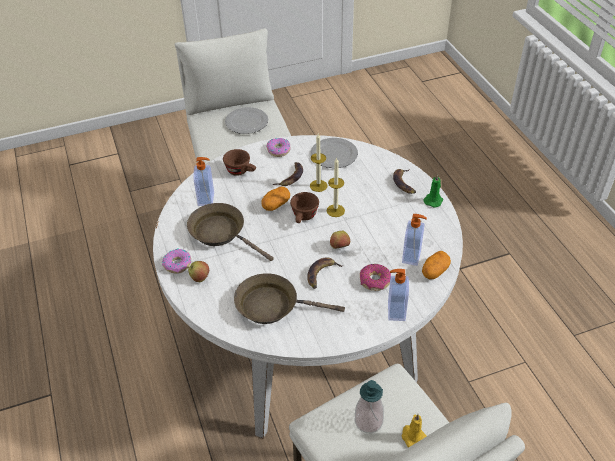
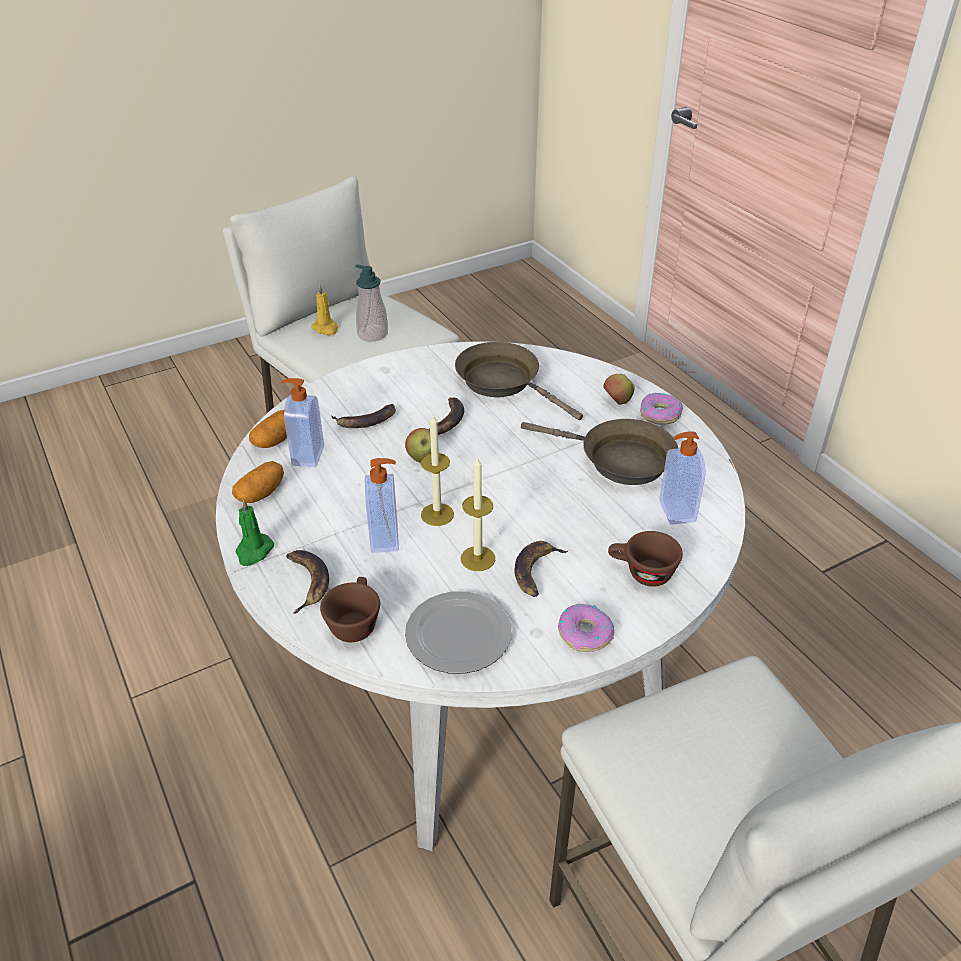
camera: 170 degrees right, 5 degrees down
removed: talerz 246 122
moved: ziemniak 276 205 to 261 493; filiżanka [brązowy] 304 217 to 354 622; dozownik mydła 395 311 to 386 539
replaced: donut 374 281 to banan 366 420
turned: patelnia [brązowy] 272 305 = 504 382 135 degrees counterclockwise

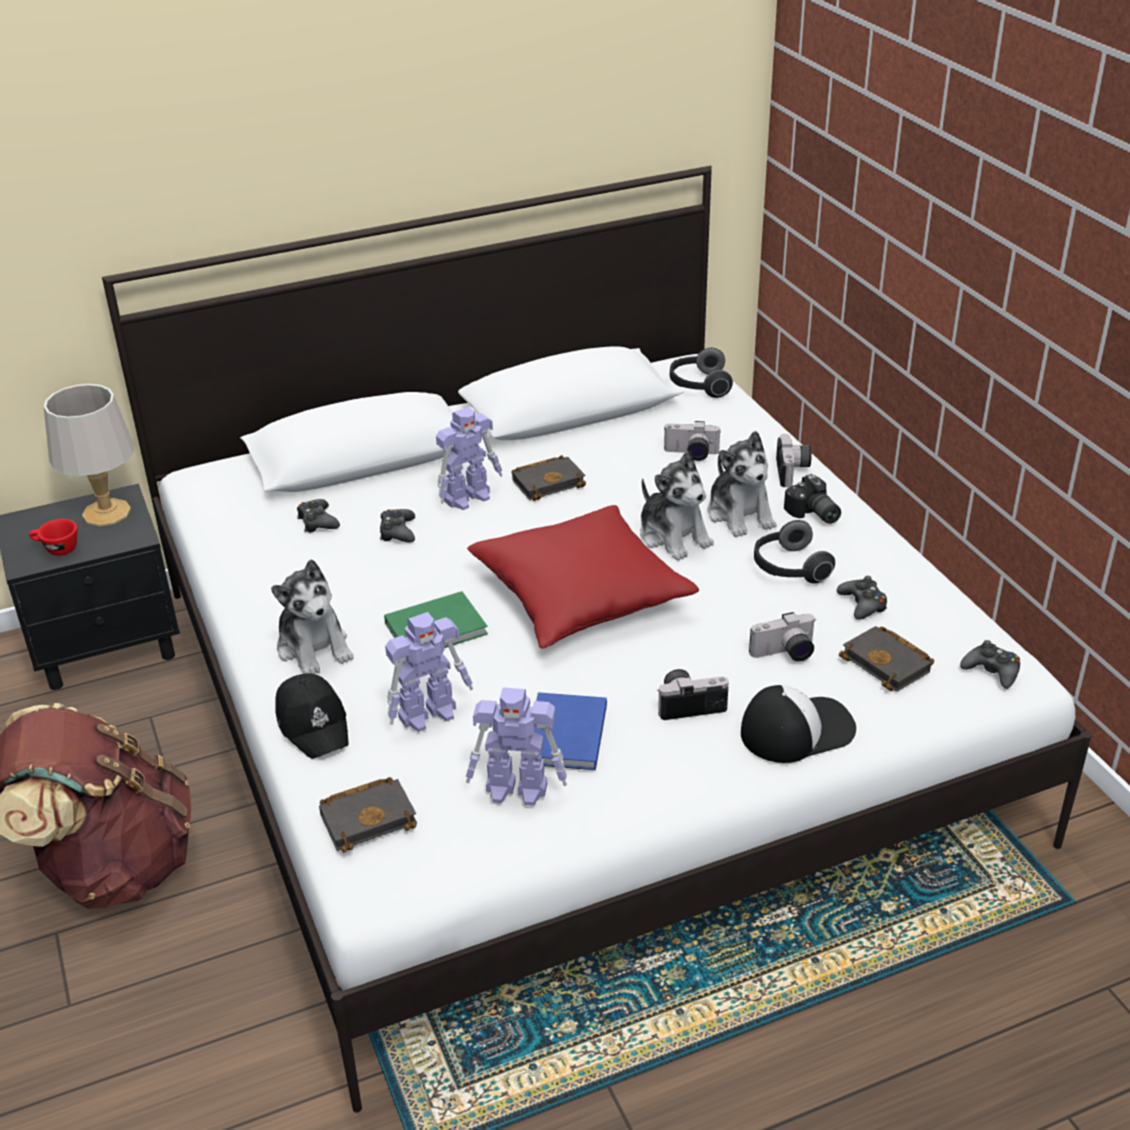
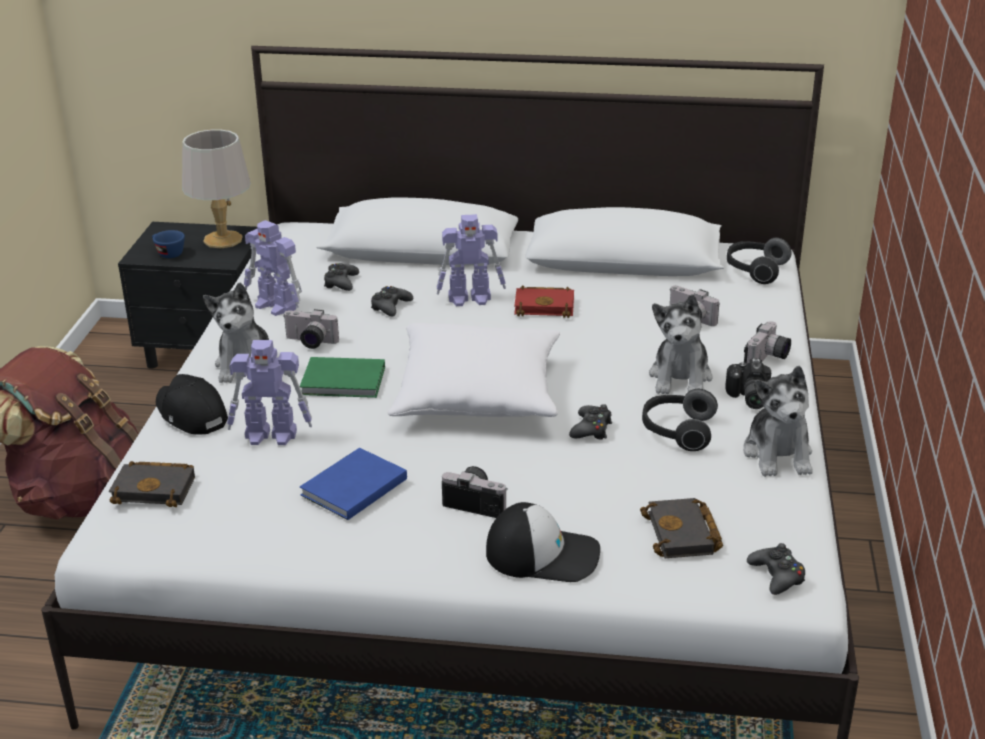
camera: 30 degrees right, 5 degrees down
moved: robot zabawkowy 518 789 to 276 306; pluszak 673 536 to 778 454; aparat fotograficzny 785 654 to 309 342; pad do gier [czarny] 862 604 to 591 429
recoloured: filiżanka [czerwony] 56 549 to filiżanka [niebieski] 167 253; poduszka [czerwony] 581 595 to poduszka [biały] 478 394; książka [czarny] 549 481 to książka [czerwony] 546 306
turned: czapka z daszkiem [czarny] 314 723 = 190 414 135 degrees clockwise

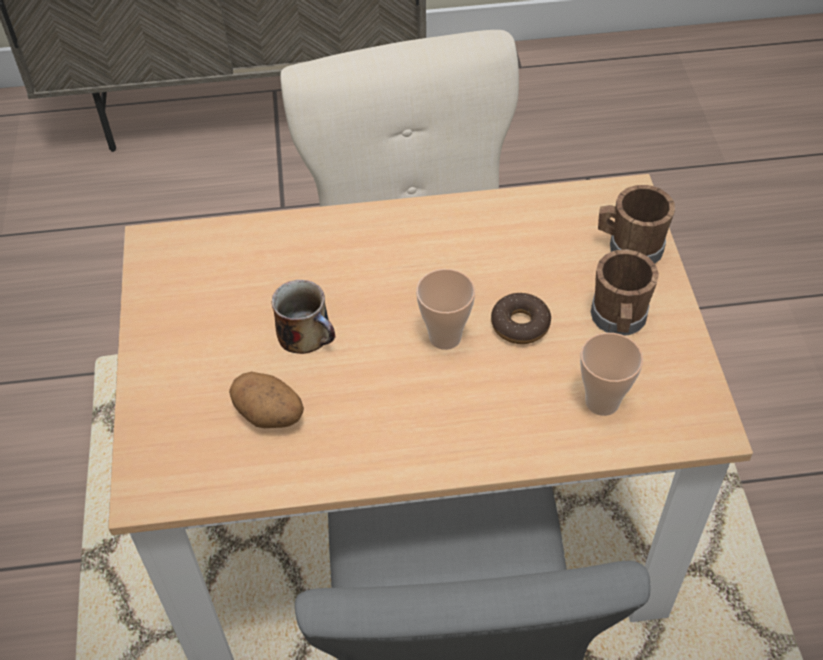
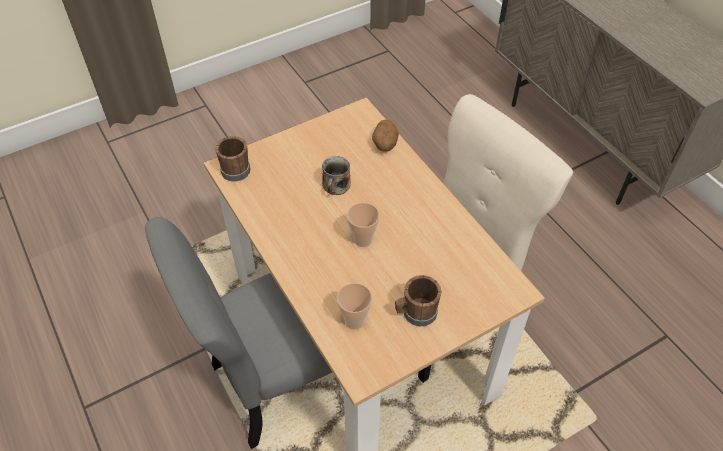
camera: 65 degrees right, 0 degrees up
removed: donut 520 324
moved: ziemniak 270 415 to 385 145; kubek [brązowy] 629 247 to 235 168

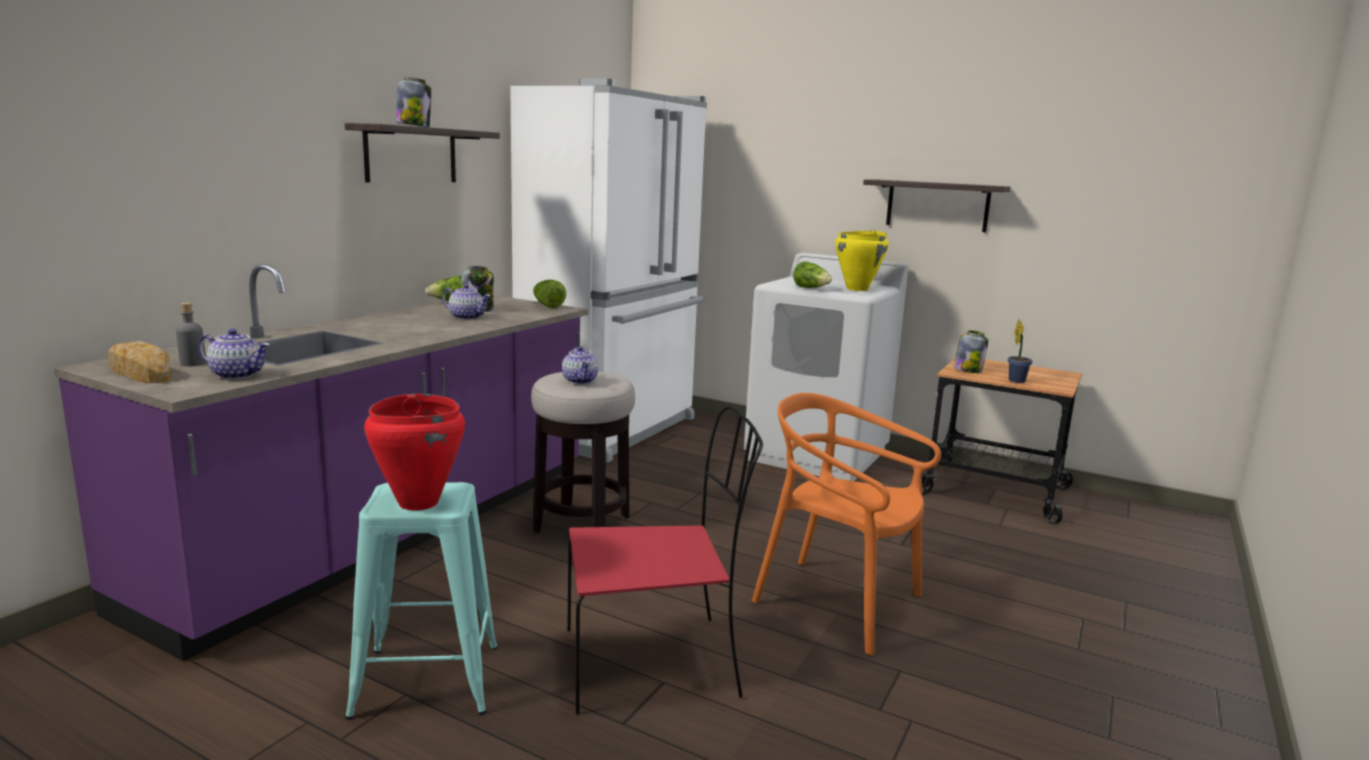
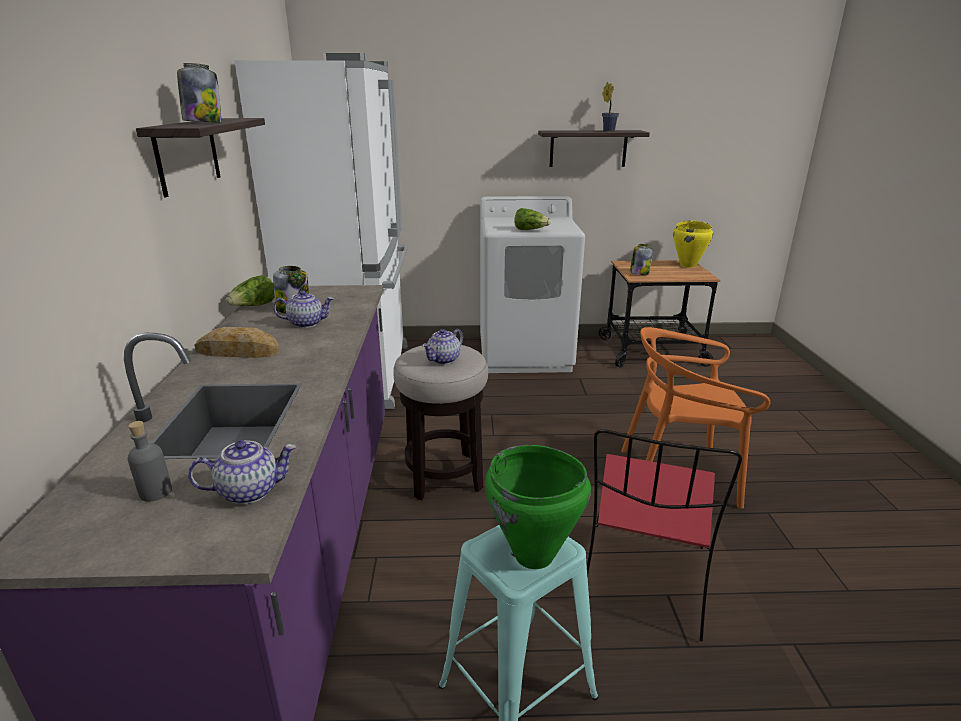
camera: 30 degrees left, 10 degrees up
removed: sałata 547 305
moved: chleb 140 372 to 238 351; garnek [żółty] 857 289 to 688 265; roślina doniczkowa 1016 380 to 608 130
recoloured: garnek [czerwony] 417 503 to garnek [zielony] 534 556
turned: imbryk 580 381 = 444 360 90 degrees clockwise; krzesło [czerwony] 655 662 = 643 580 150 degrees clockwise

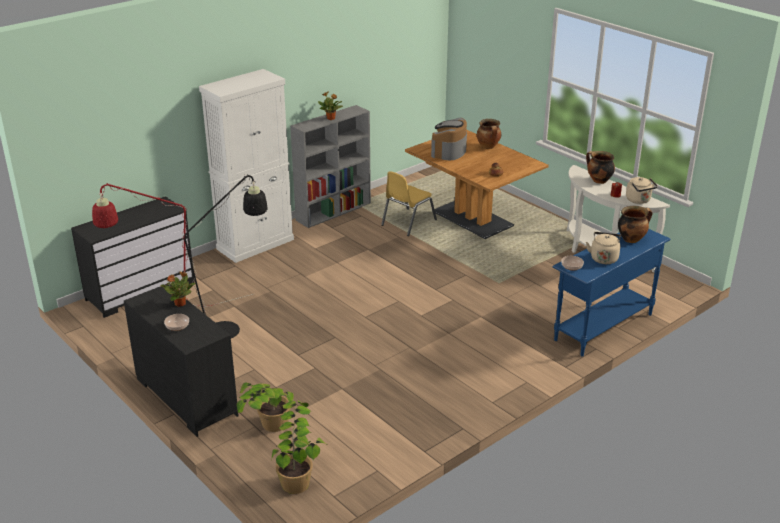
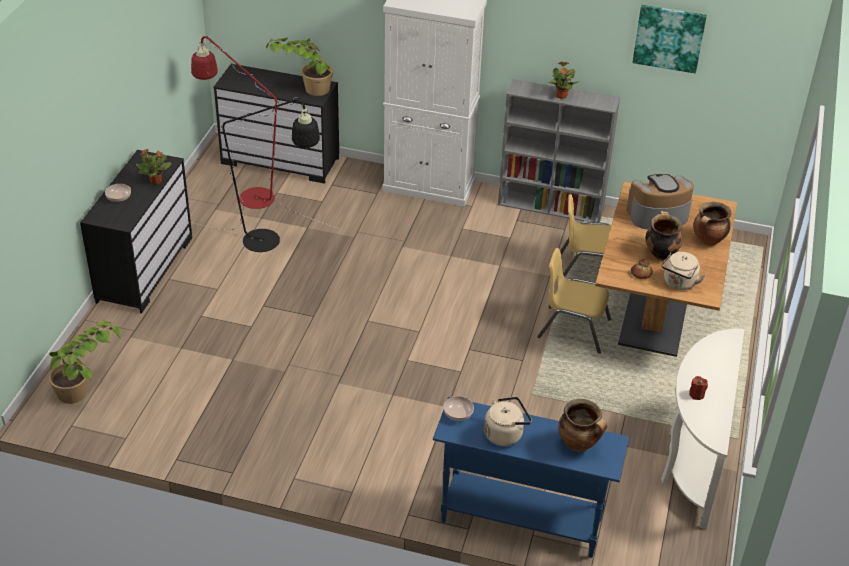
camera: 55 degrees right, 10 degrees up
added: krzesło [żółty] 573 329; obraz 669 38
moved: roślina doniczkowa 266 431 to 304 89; garnek 598 181 to 660 253; czajnik [beżowy] 639 200 to 679 283

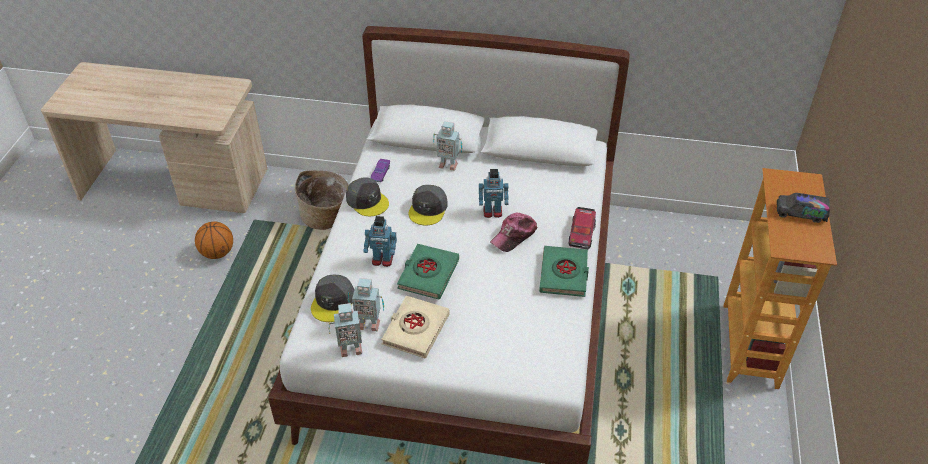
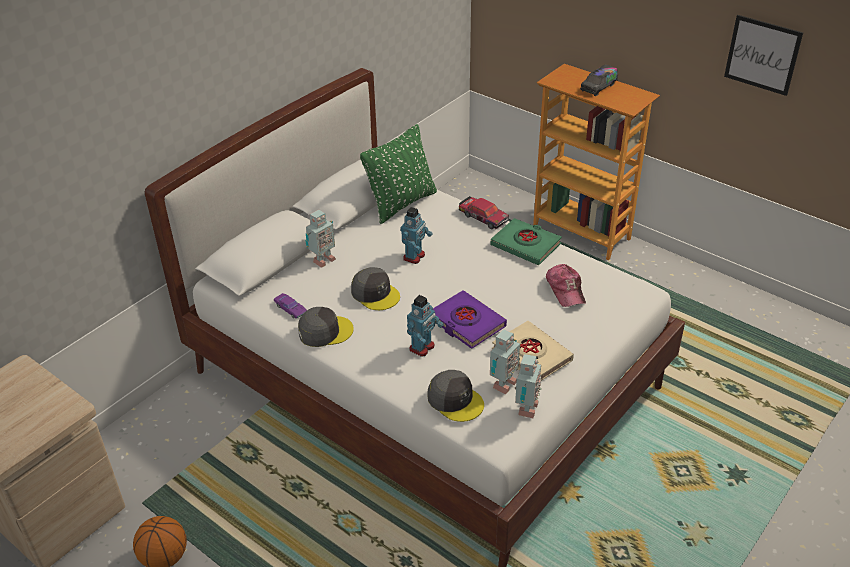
camera: 60 degrees left, 5 degrees down
removed: koszyk 326 217
added: poduszka [zielony] 401 203; obraz 762 55
moved: czapka z daszkiem 514 236 to 565 290
recoloured: książka [zielony] 428 274 to książka [fioletowy] 466 323

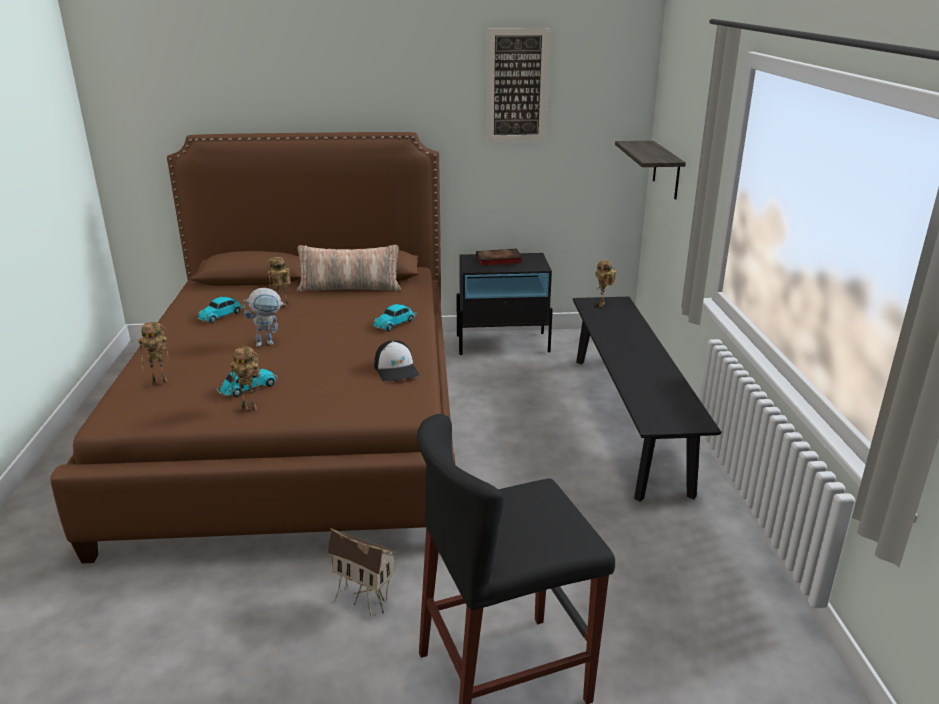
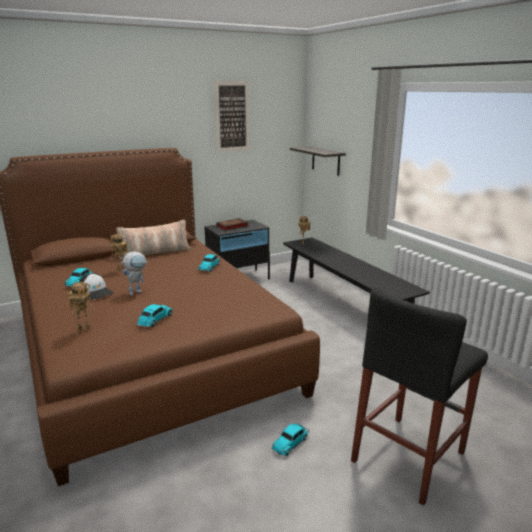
camera: 25 degrees left, 5 degrees down
removed: robot zabawkowy 251 409
moved: czapka z daszkiem 396 369 to 96 292
replaced: domek 365 601 to samochodzik 291 442

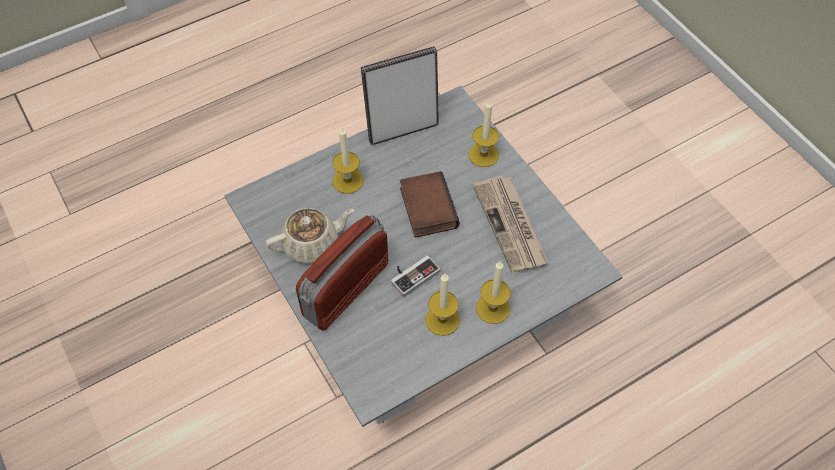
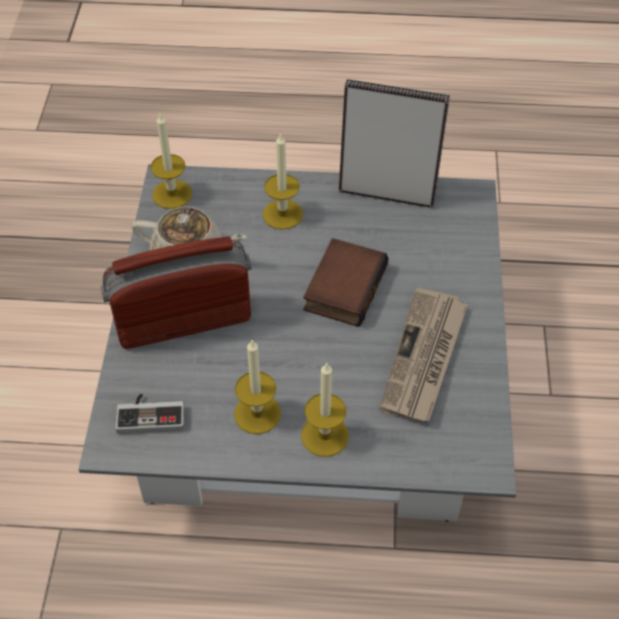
camera: 35 degrees right, 5 degrees down
moved: pad do gier 412 274 to 151 414; świeca 483 155 to 172 194

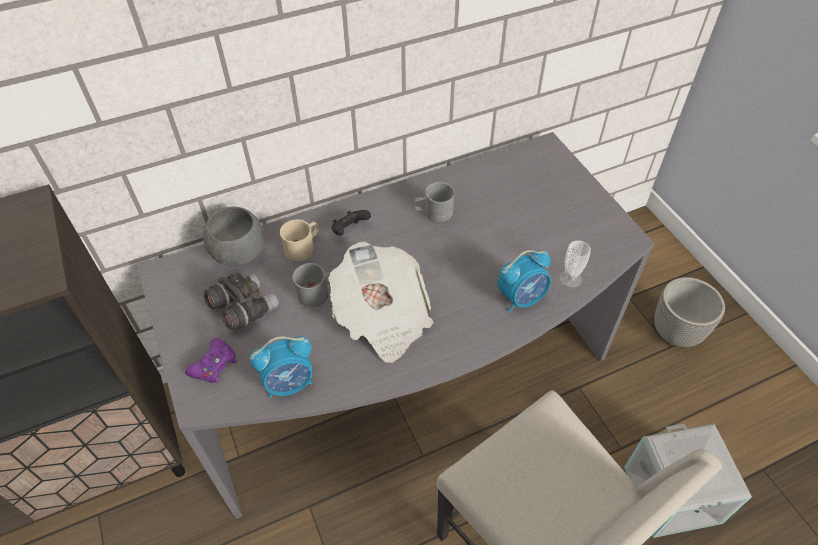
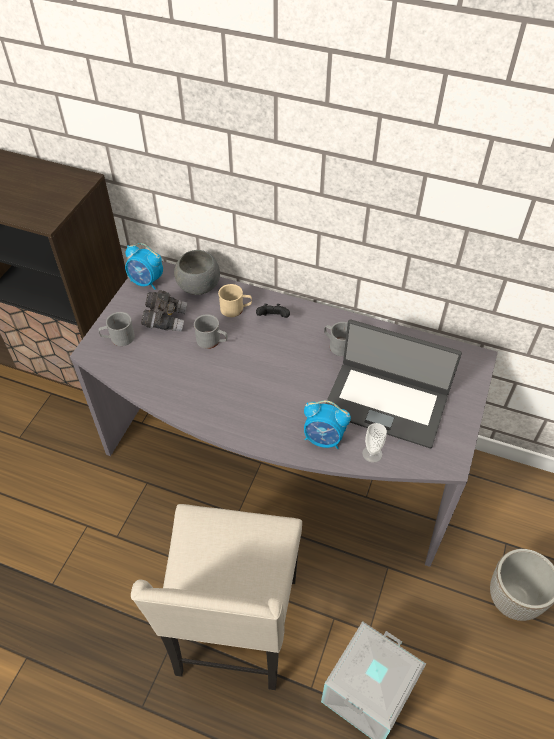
camera: 45 degrees right, 0 degrees up
removed: gazeta 382 318
added: laptop 386 403
moved: budzik 289 383 to 146 282
replaced: pad do gier [fioletowy] 214 365 to kubek [szary] 118 338

